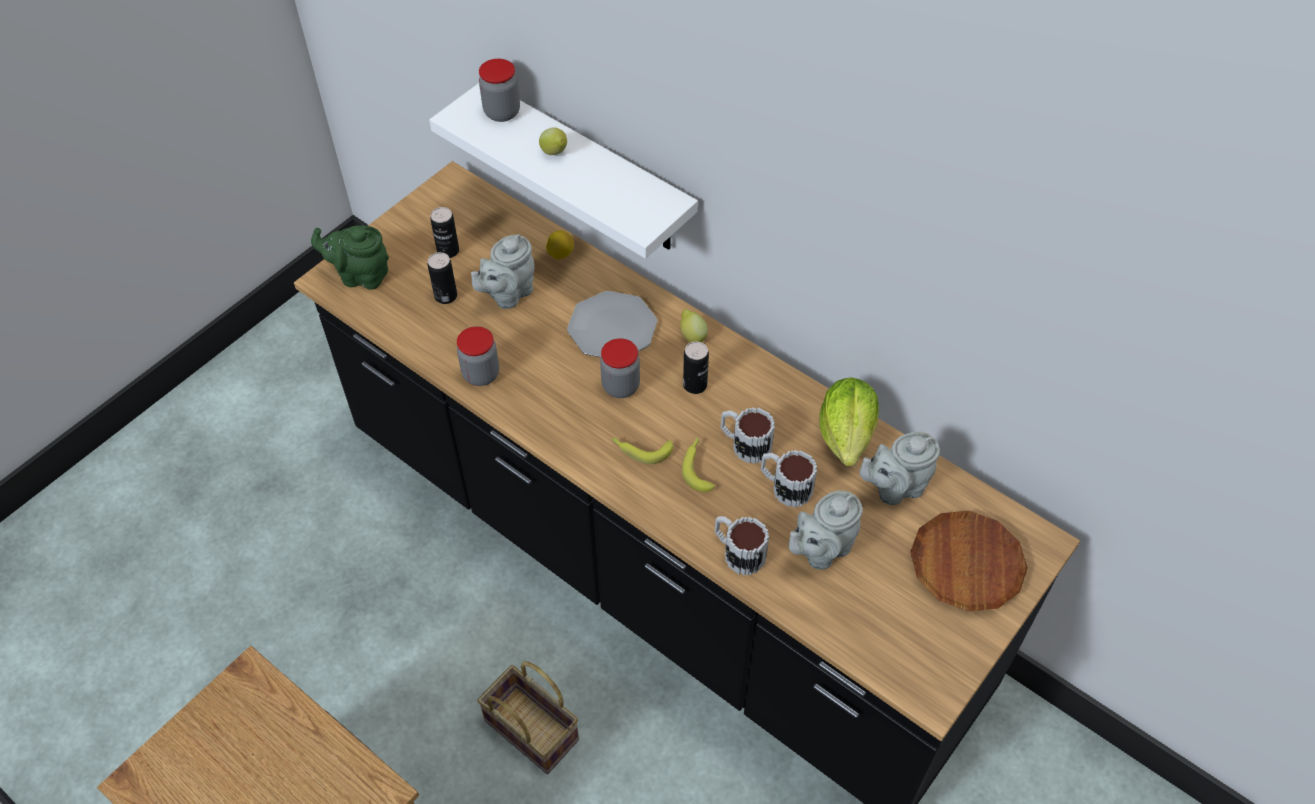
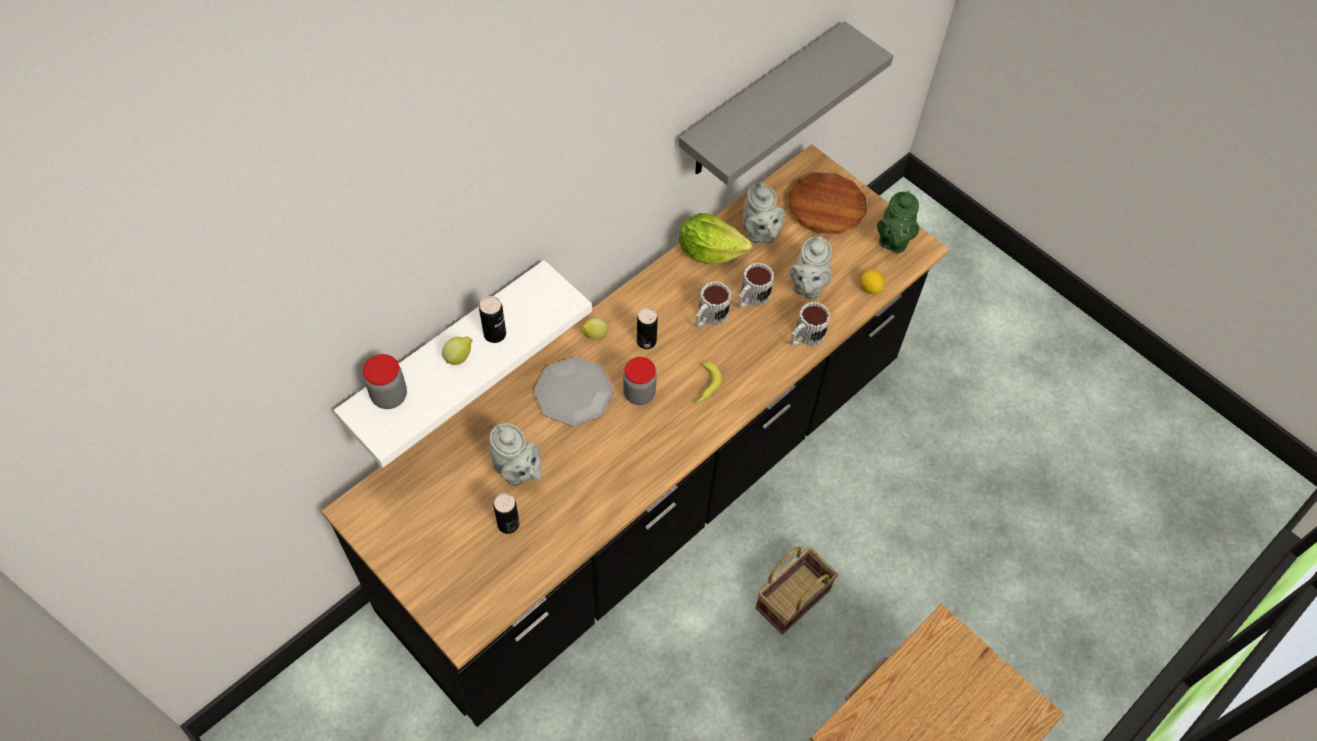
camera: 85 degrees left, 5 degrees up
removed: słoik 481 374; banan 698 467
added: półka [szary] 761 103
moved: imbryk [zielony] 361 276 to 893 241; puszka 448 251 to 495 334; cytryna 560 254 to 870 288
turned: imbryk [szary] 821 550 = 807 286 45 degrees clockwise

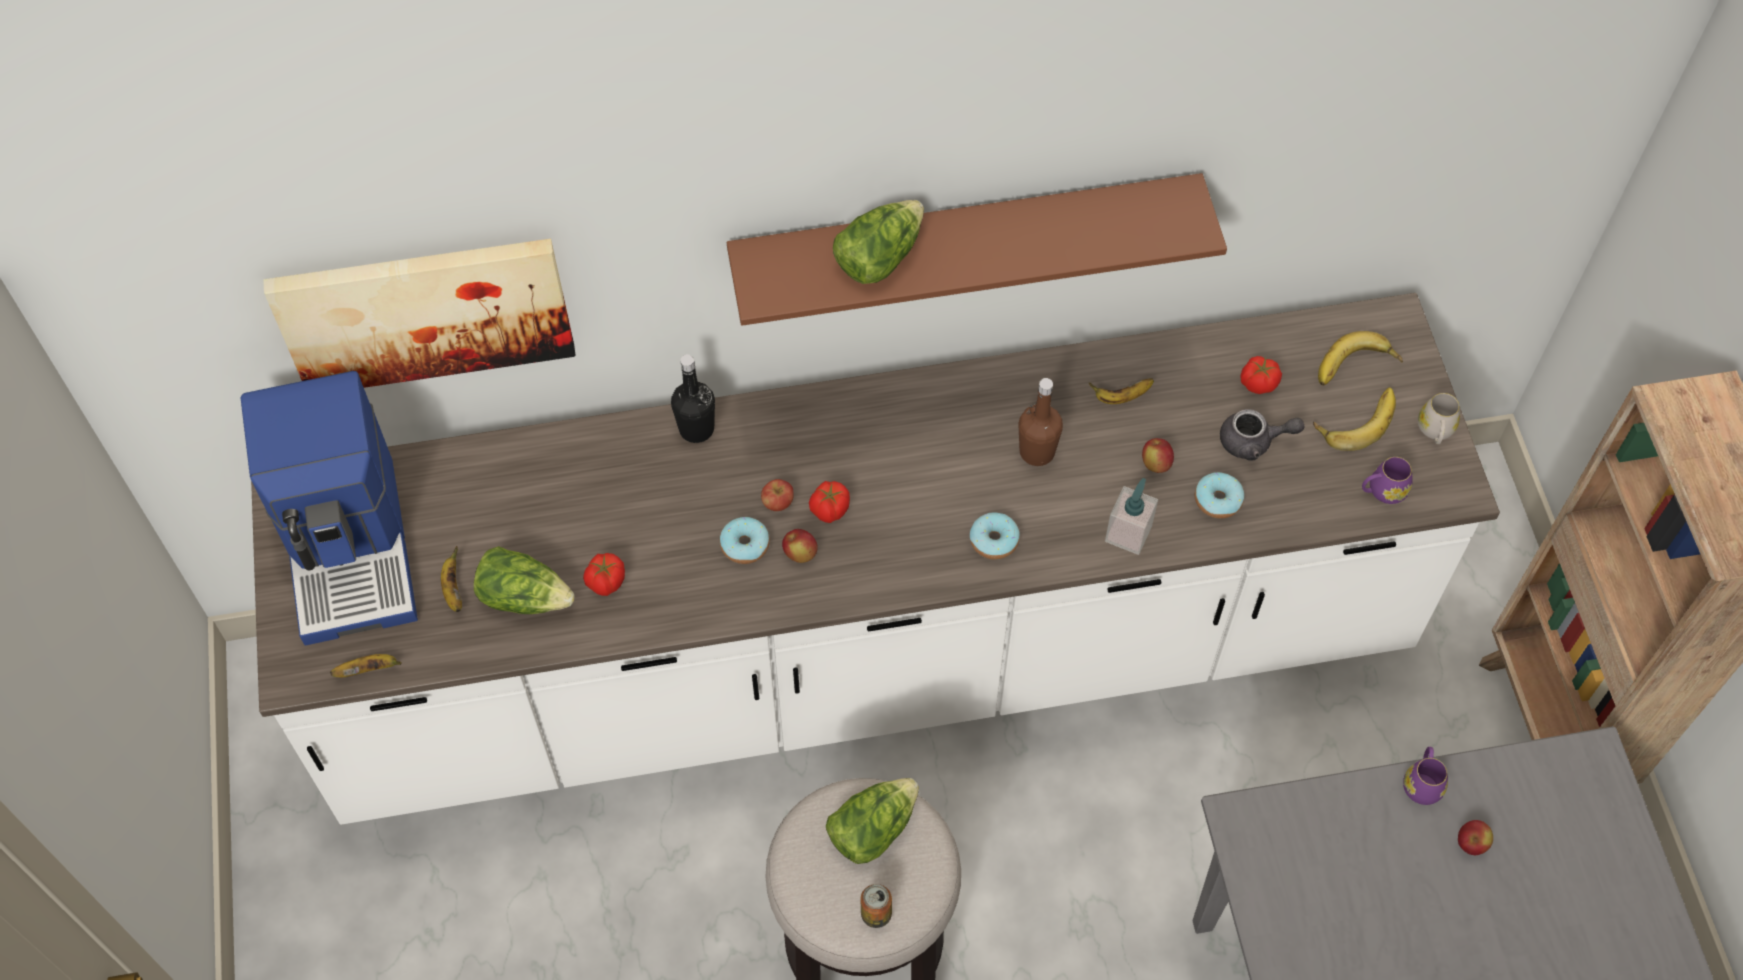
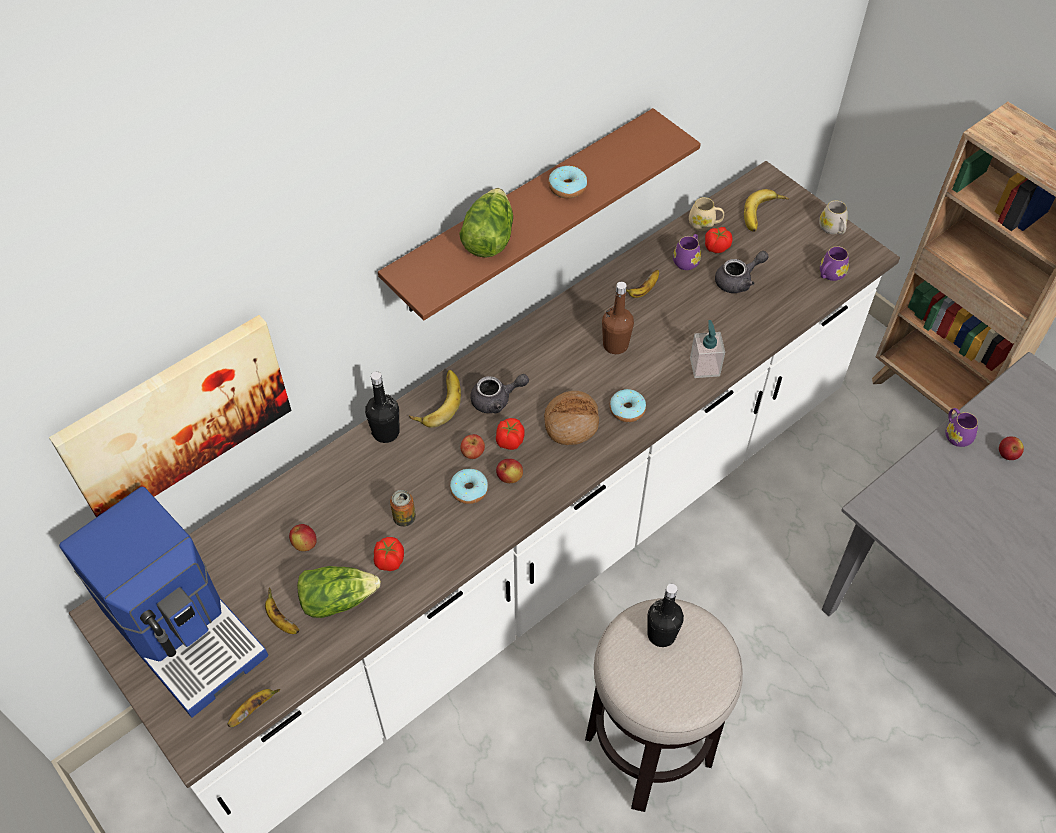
camera: 30 degrees left, 5 degrees down
added: imbryk [szary] 496 400; chleb 571 422; kubek [fioletowy] 687 260; kubek [beżowy] 704 224
moved: puszka 876 914 to 404 518; jabłko 1155 464 to 305 544; donut 1218 500 to 567 187; banan 1355 419 to 437 401
replaced: sałata 872 828 to butelka [czarny] 661 634

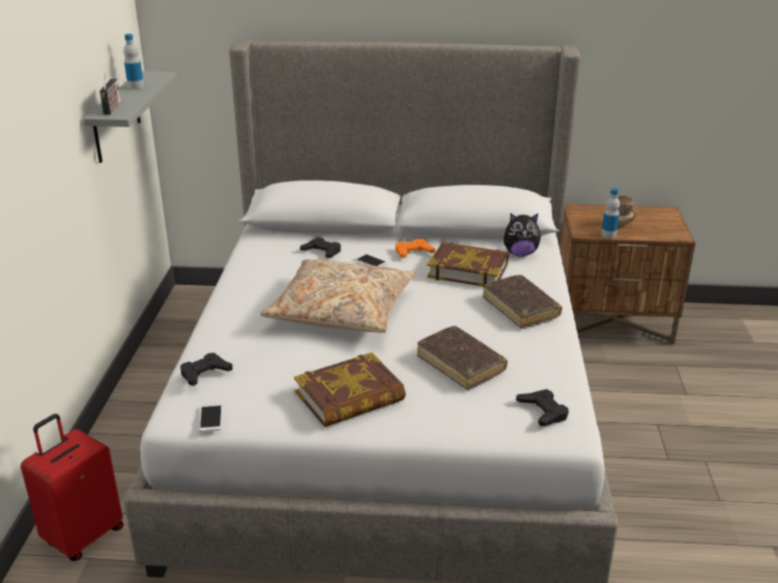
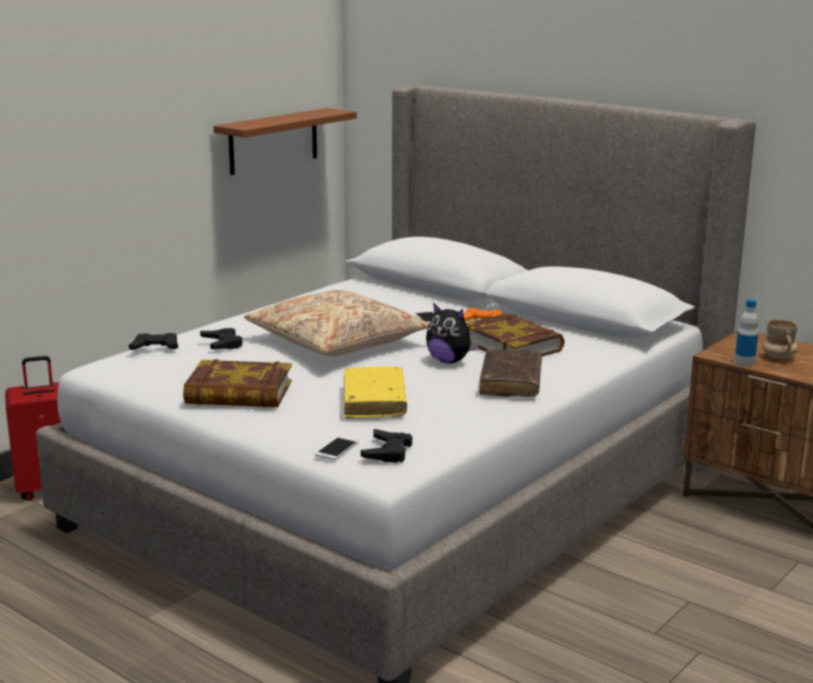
camera: 35 degrees right, 10 degrees down
removed: radio 112 108; butelka 135 87
moved: telefon 211 418 to 337 448; pad do gier [czarny] 322 251 to 222 344; pluszak 520 254 to 449 361
recoloured: półka [szary] 116 117 to półka [brązowy] 273 141; książka [brązowy] 460 364 to książka [żółty] 374 402

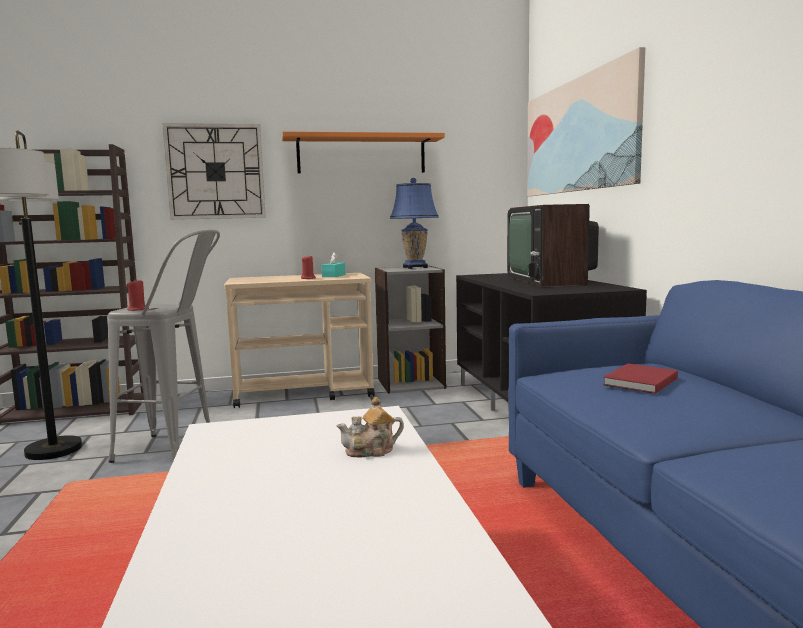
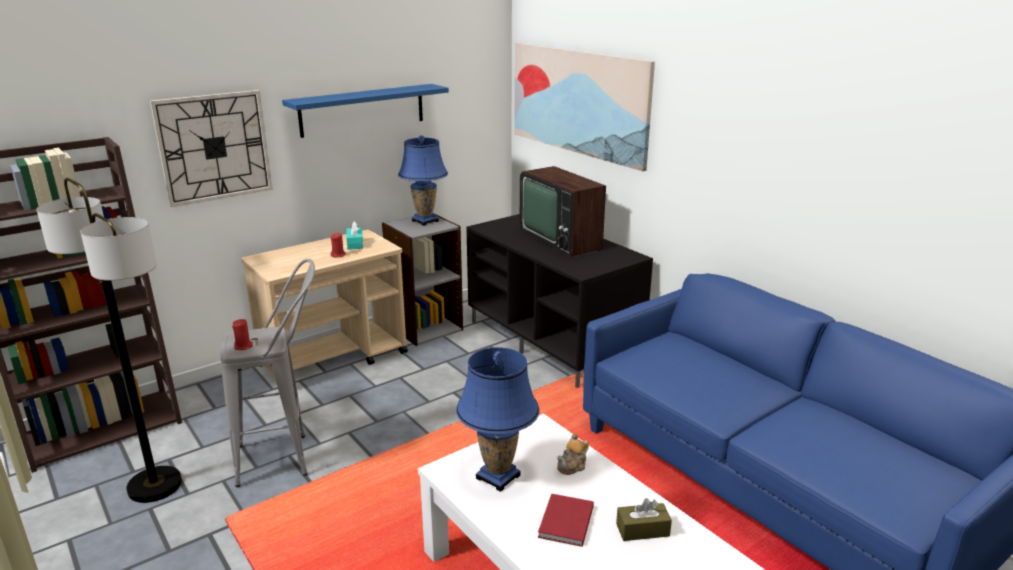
camera: 25 degrees left, 15 degrees up
added: lampa stołowa [niebieski] 498 476; pudełko chusteczek [brązowy] 642 530
moved: książka [czerwony] 638 382 to 565 523
recoloured: półka [pomarańczowy] 361 155 to półka [niebieski] 362 110

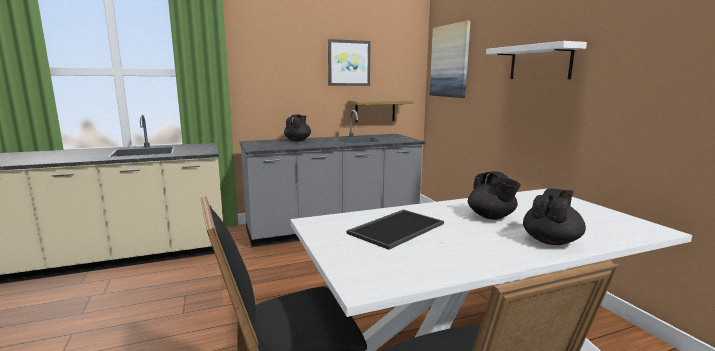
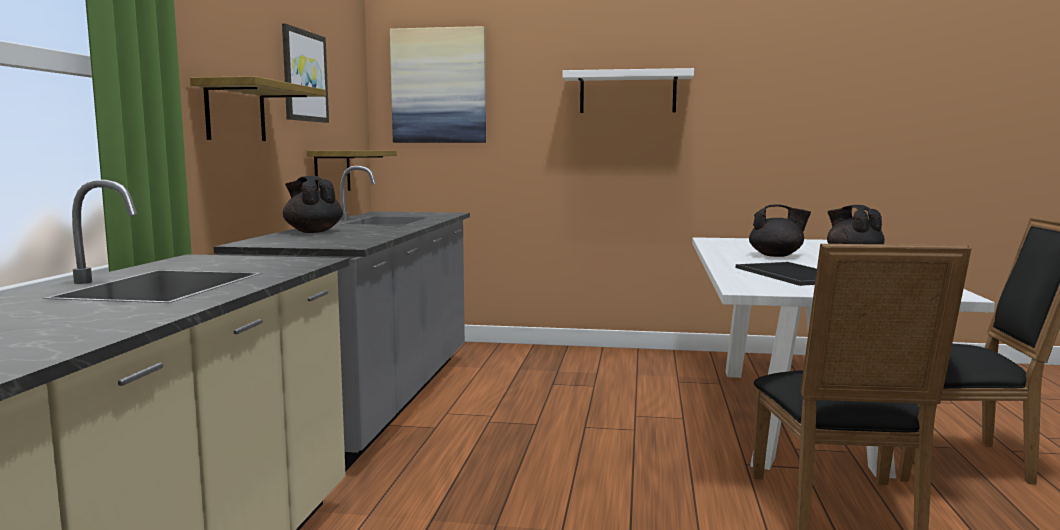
camera: 60 degrees left, 5 degrees down
added: półka 235 112

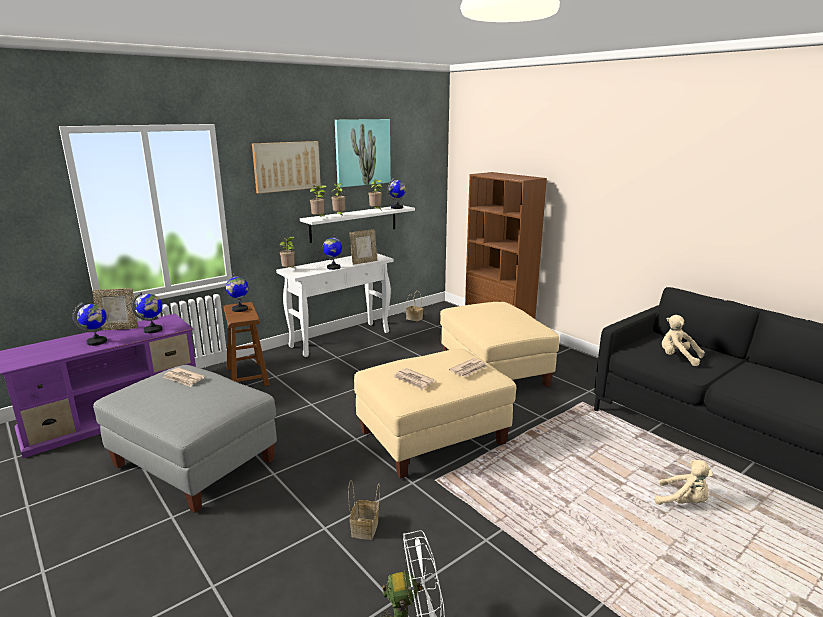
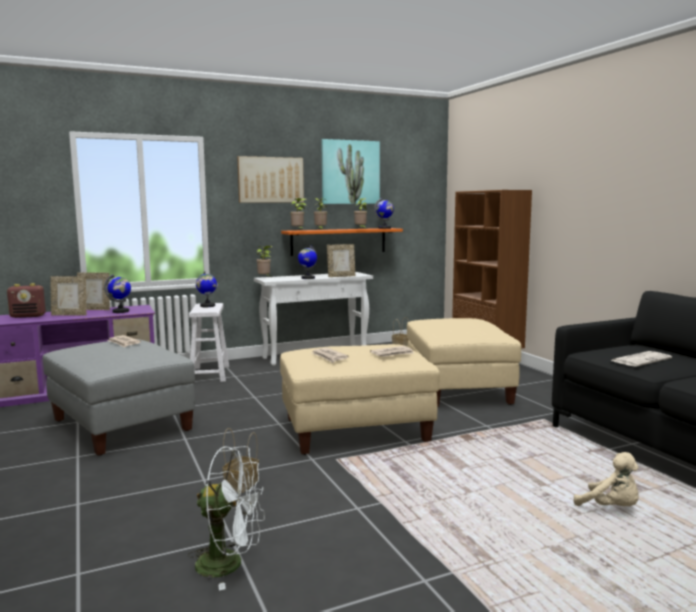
camera: 15 degrees right, 10 degrees down
added: radio 28 316
replaced: globus 97 342 to ramka na zdjęcie 70 315; pluszak [beżowy] 677 358 to gazeta 640 359
recoloured: stołek [brązowy] 247 377 to stołek [biały] 209 374; półka [biały] 354 223 to półka [pomarańczowy] 339 241

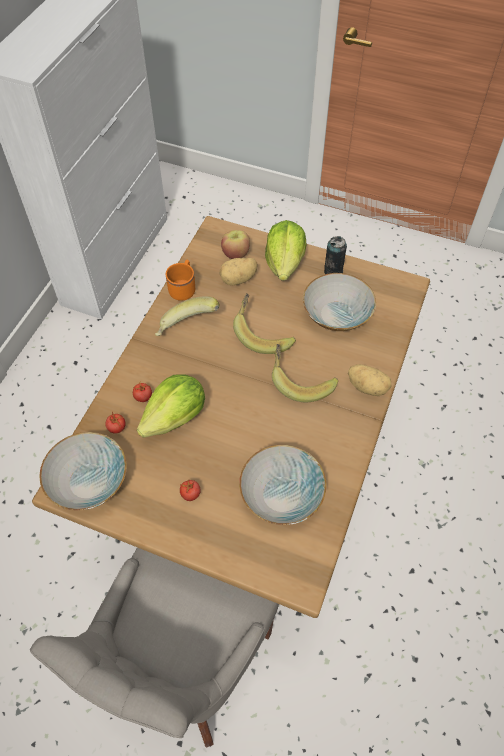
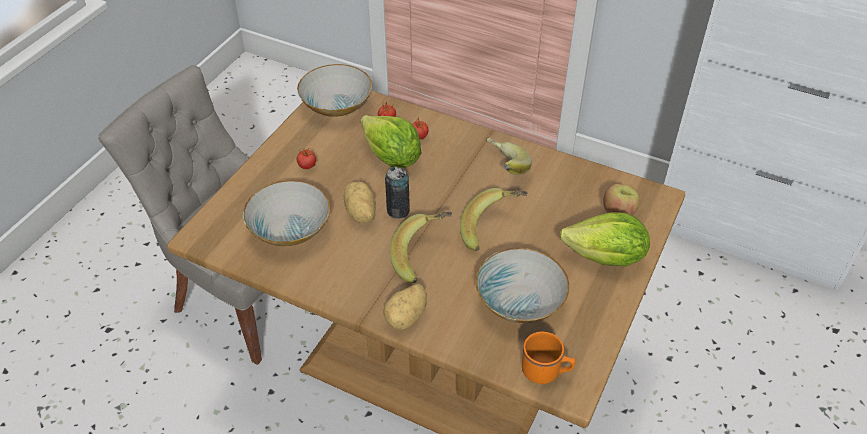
camera: 95 degrees right, 10 degrees down
moved: kubek [pomarańczowy] 183 288 to 546 372; ziemniak 239 279 to 360 213; puszka 333 272 to 398 210

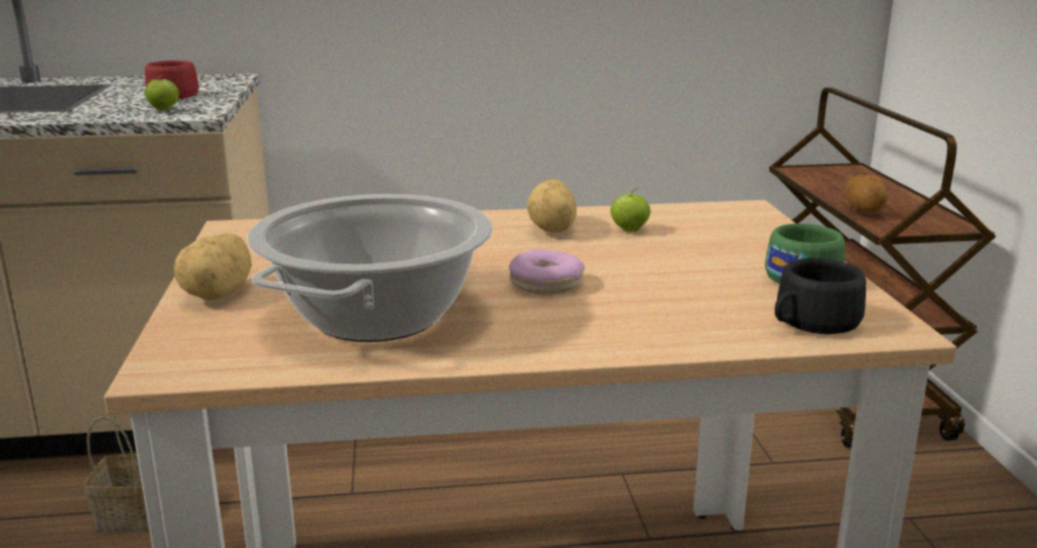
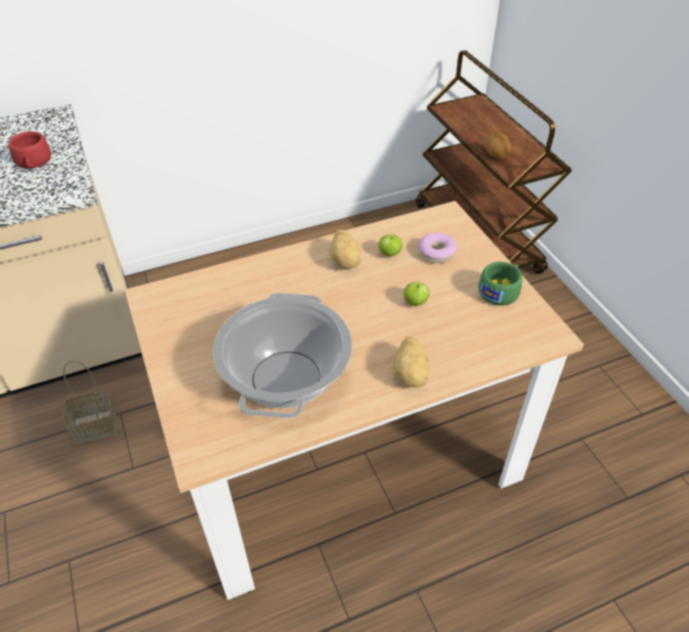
camera: 15 degrees left, 25 degrees up
removed: filiżanka [czarny] 810 323
moved: jabłko 164 109 to 415 302; ziemniak 220 294 to 411 374; donut 546 284 to 437 253

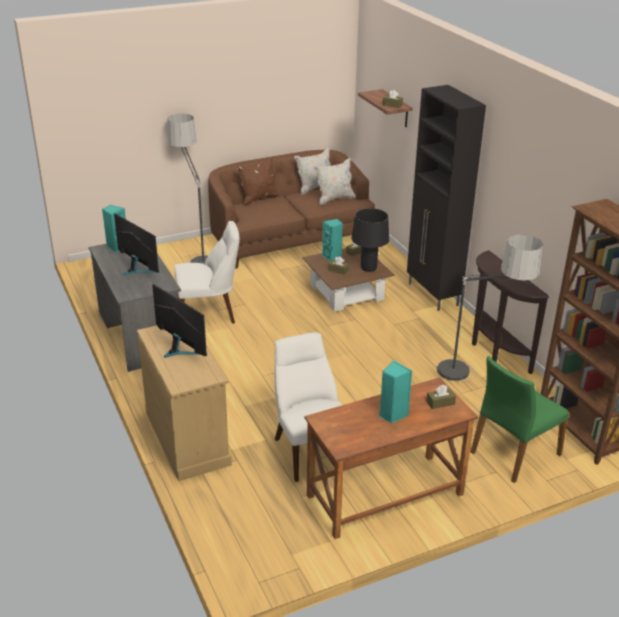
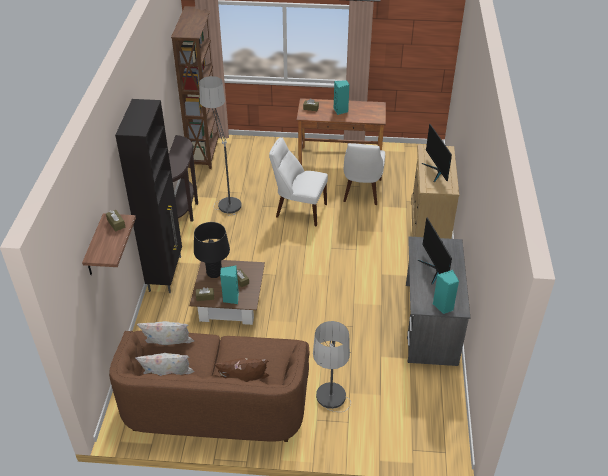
camera: 150 degrees left, 10 degrees up
removed: krzesło [zielony] 513 453
moved: krzesło [biały] 209 314 to 298 210

